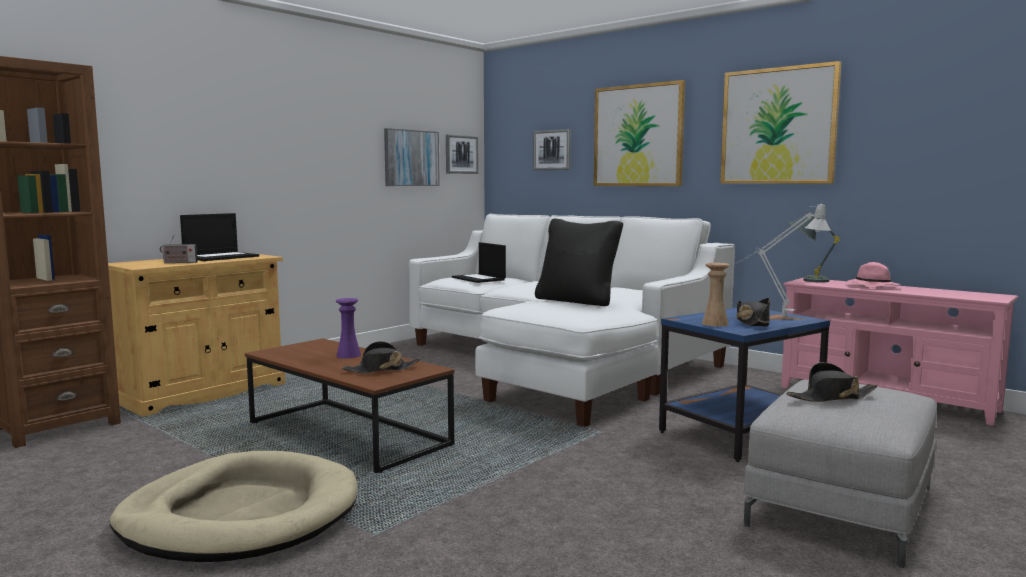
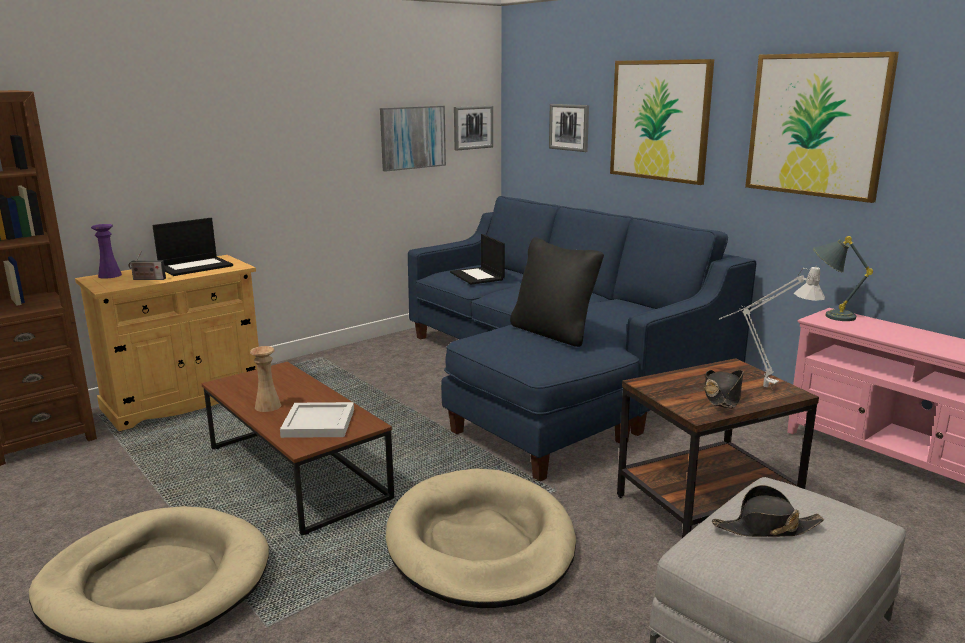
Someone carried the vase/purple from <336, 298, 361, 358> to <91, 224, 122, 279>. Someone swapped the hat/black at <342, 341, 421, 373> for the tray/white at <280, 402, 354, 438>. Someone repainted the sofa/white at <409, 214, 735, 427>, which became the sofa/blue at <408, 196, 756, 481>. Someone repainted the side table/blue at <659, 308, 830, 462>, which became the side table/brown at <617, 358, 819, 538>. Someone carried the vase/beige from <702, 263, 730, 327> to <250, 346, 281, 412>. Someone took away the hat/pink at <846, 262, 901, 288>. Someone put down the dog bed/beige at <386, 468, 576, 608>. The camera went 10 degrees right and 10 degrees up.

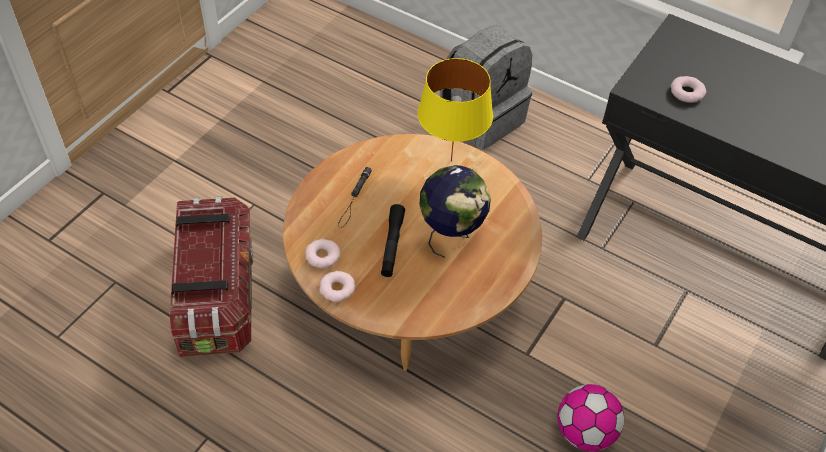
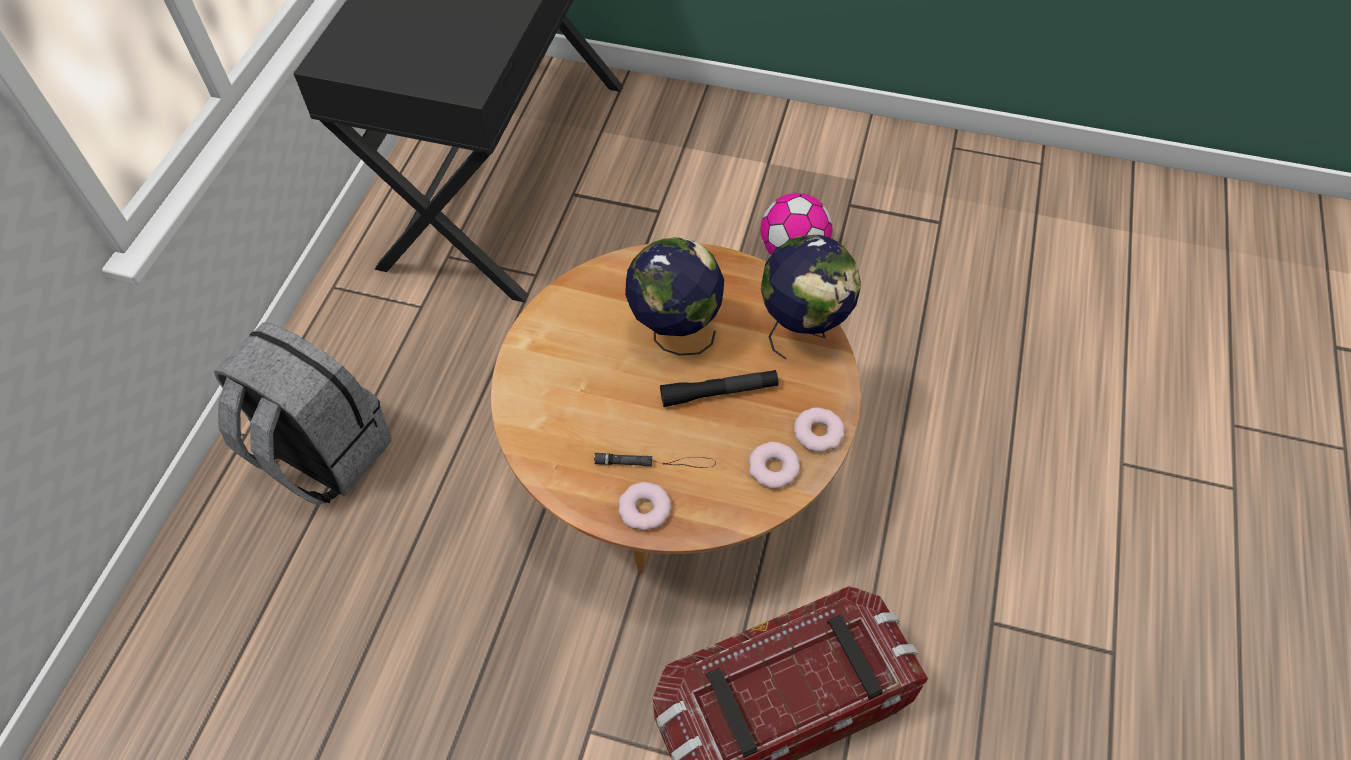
Someone took away the table lamp/yellow at <418, 58, 493, 161>. Someone carried the donut from <671, 76, 706, 103> to <618, 482, 671, 530>. Someone put down the globe at <761, 235, 861, 360>. The camera went 105 degrees left and 5 degrees up.

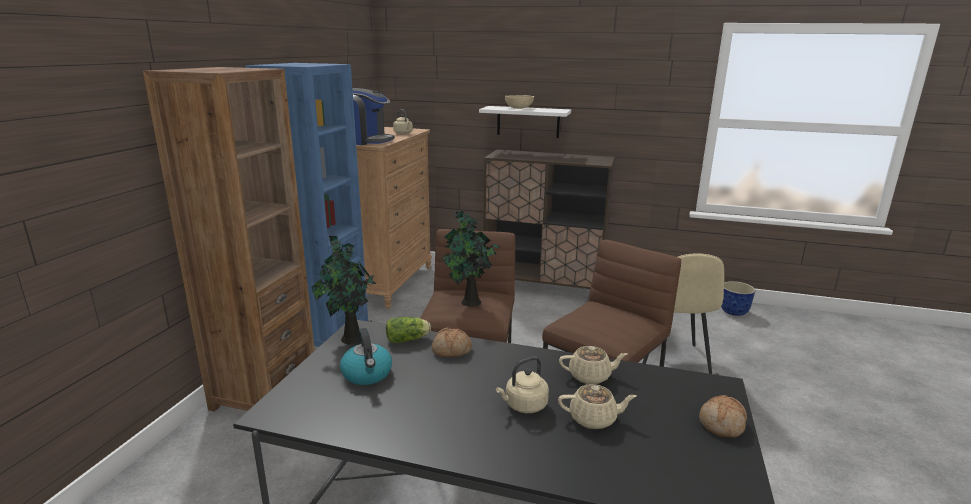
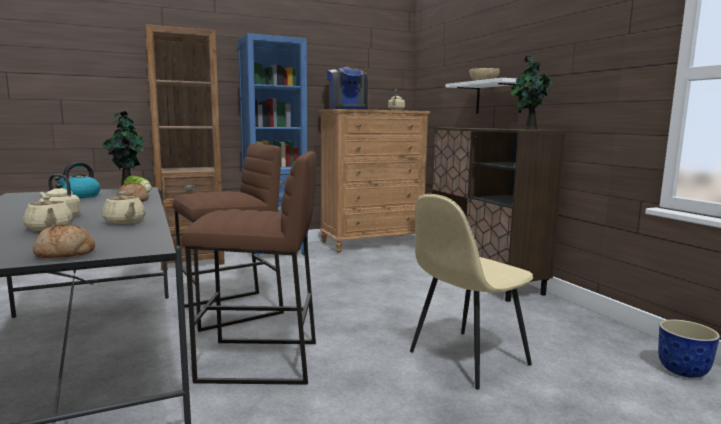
Someone carried the potted plant from <442, 209, 501, 307> to <509, 56, 556, 130>. The camera went 50 degrees right and 10 degrees down.

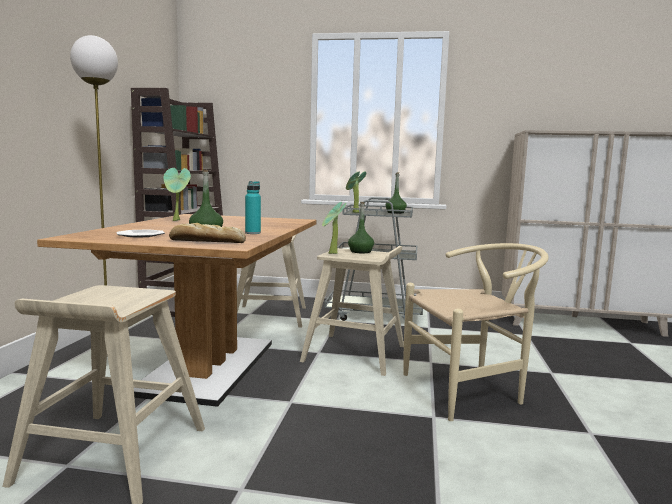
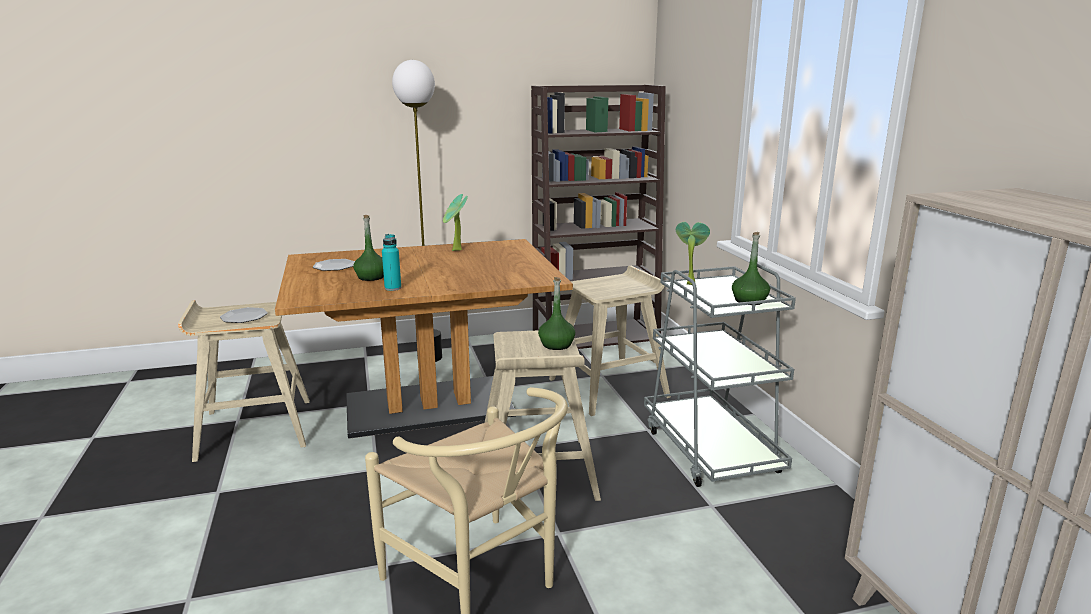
Someone took away the bread at <169, 223, 246, 243>. Someone took away the potted plant at <322, 202, 346, 254>. Someone put down the plate at <220, 307, 268, 323>. The camera went 65 degrees right and 10 degrees up.

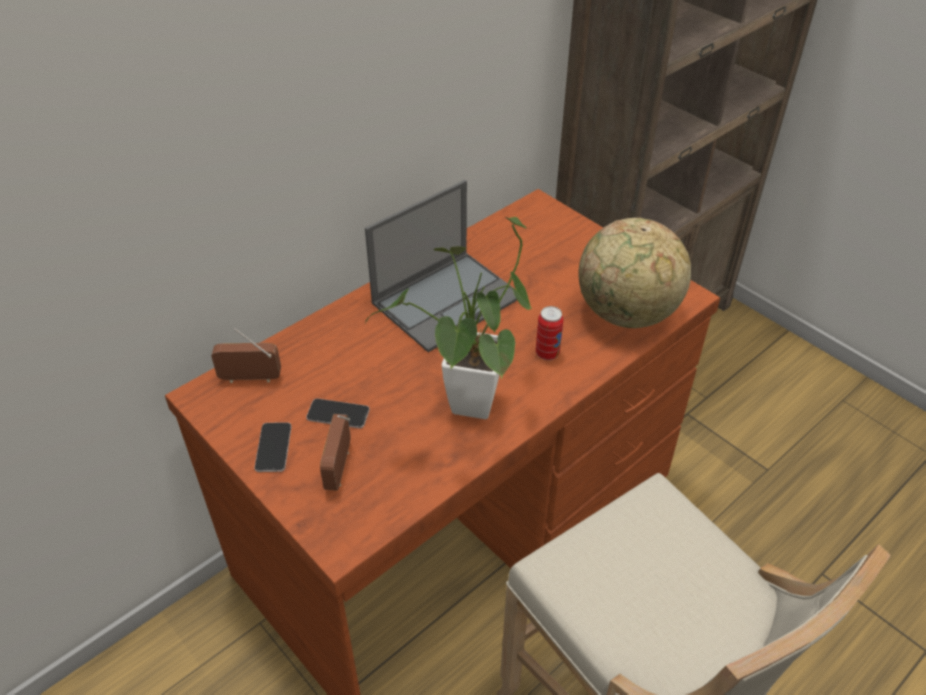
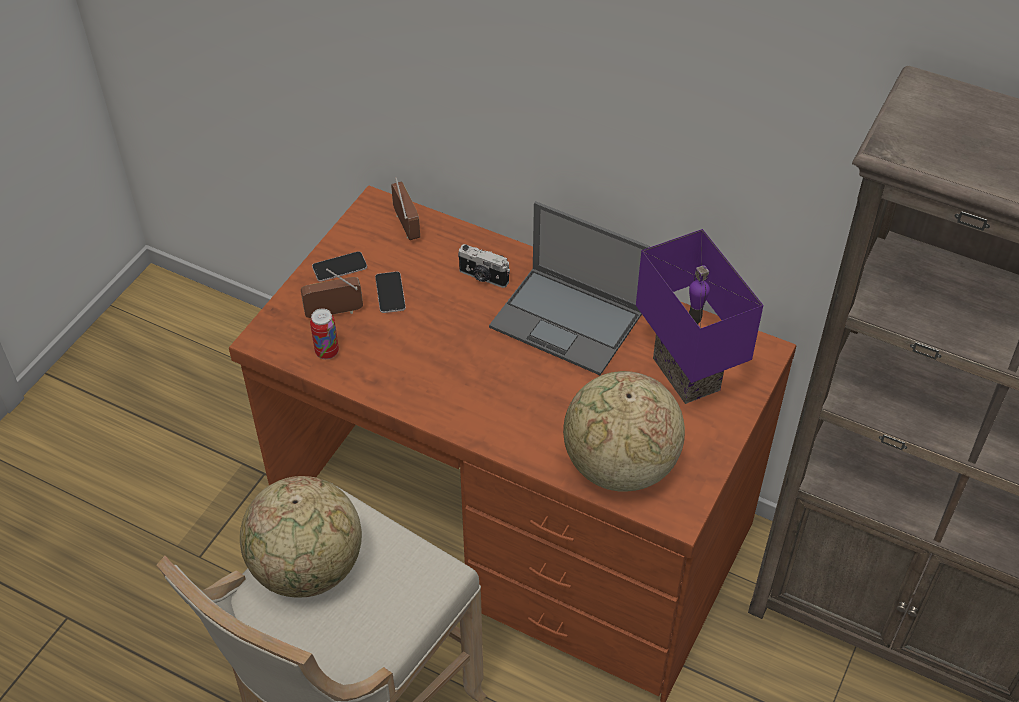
Someone took away the potted plant at <366, 217, 532, 419>. Someone carried the can from <536, 306, 563, 360> to <310, 308, 339, 359>. Someone put down the globe at <240, 476, 362, 598>. Someone put down the photo camera at <458, 244, 510, 288>. Someone put down the table lamp/purple at <636, 229, 763, 404>. The camera went 70 degrees right and 5 degrees up.

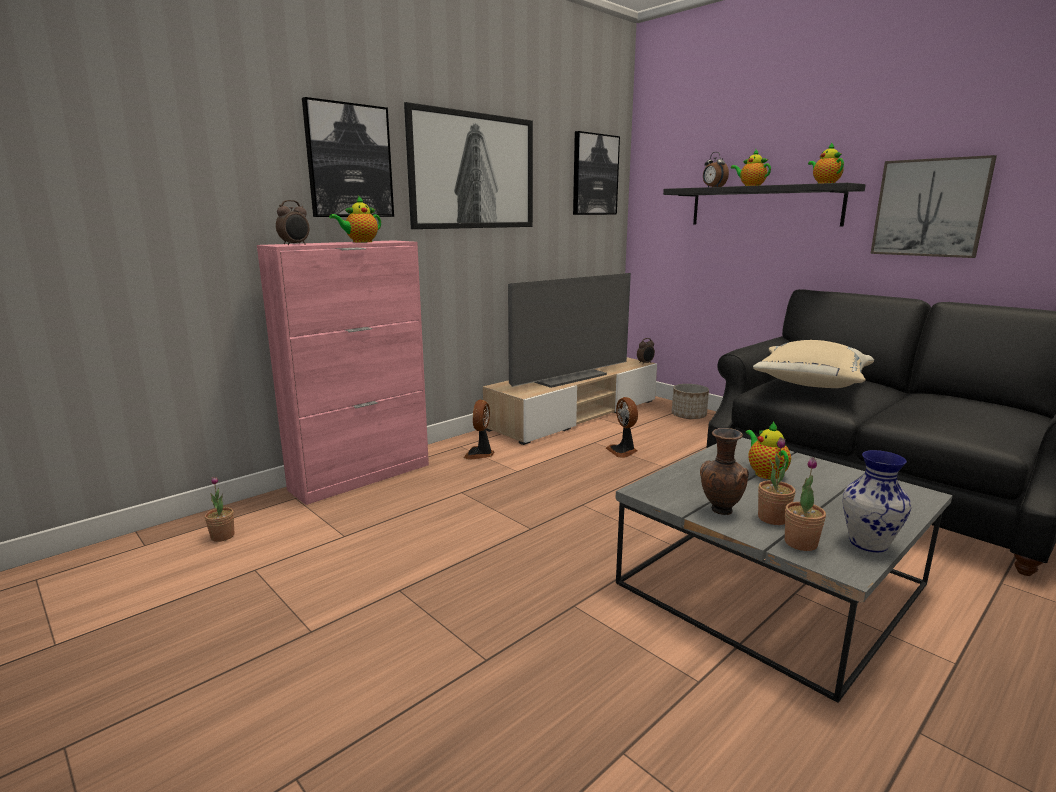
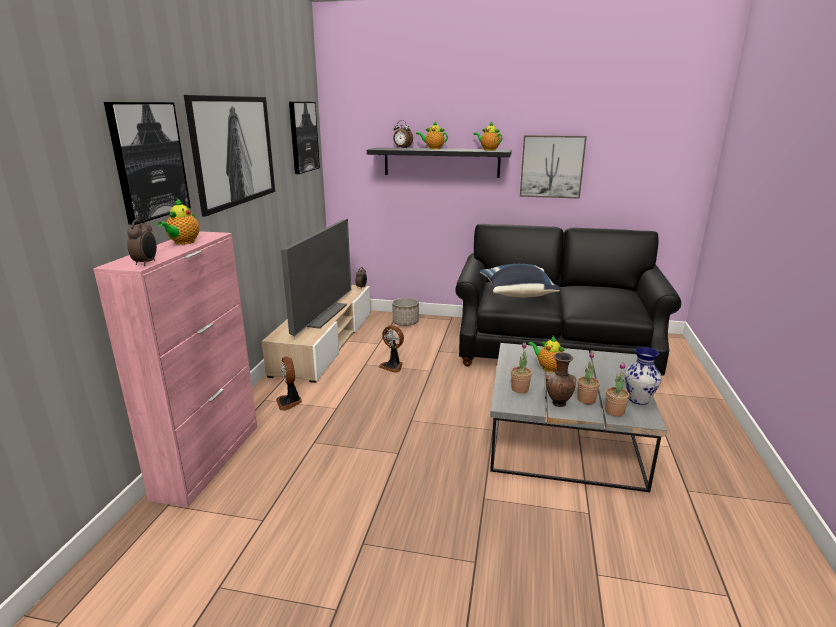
Someone carried the potted plant from <205, 476, 234, 542> to <511, 342, 532, 393>. Someone repainted the pillow/beige at <753, 340, 874, 388>, which became the pillow/blue at <480, 264, 561, 297>. The camera went 35 degrees left and 5 degrees up.

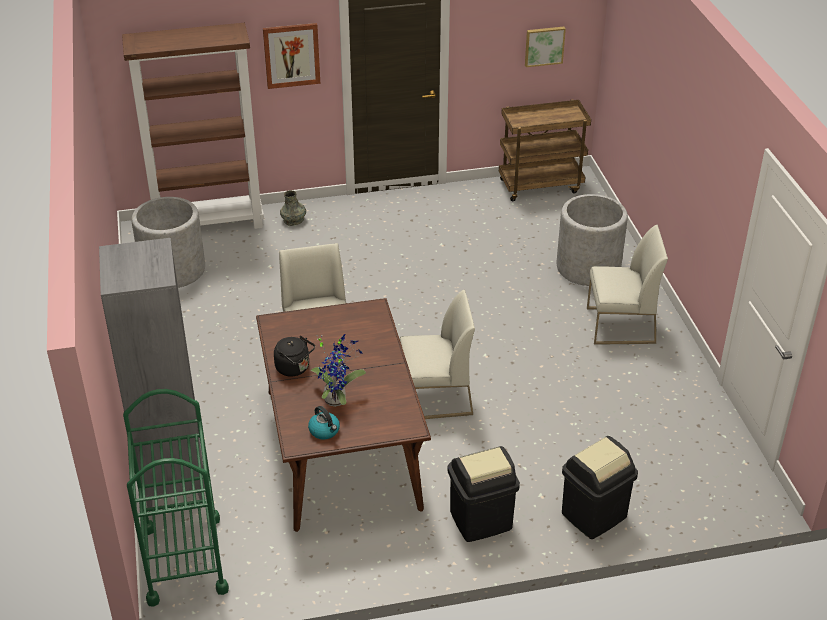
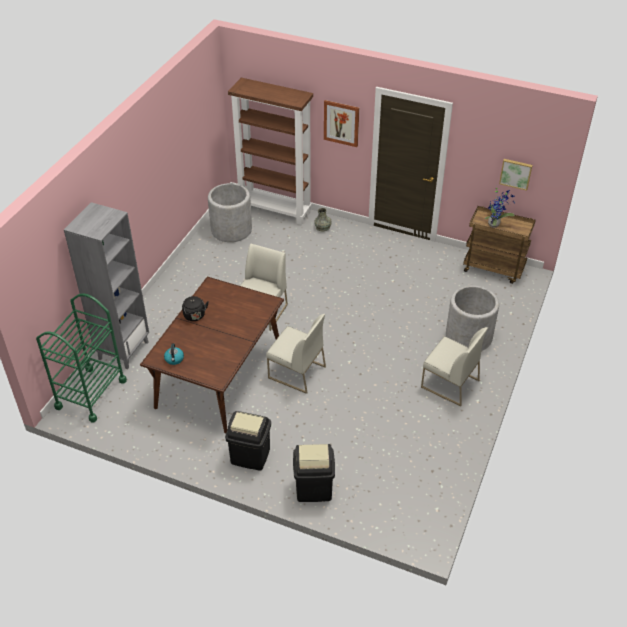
Someone carried the potted plant from <311, 334, 366, 407> to <485, 186, 515, 228>. The camera went 35 degrees right and 5 degrees up.

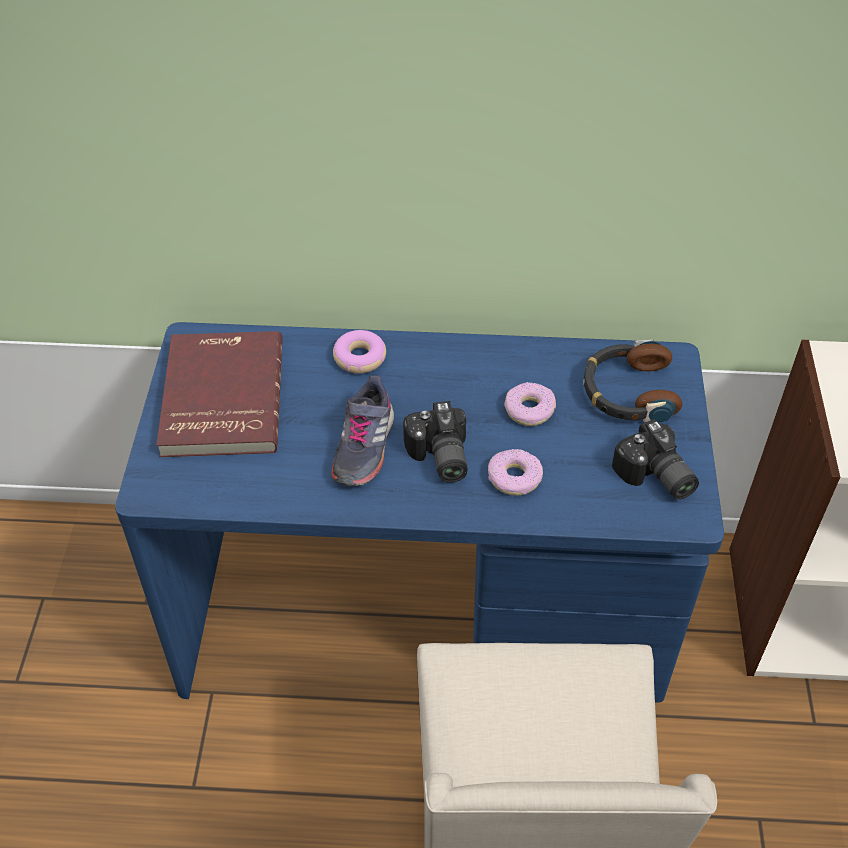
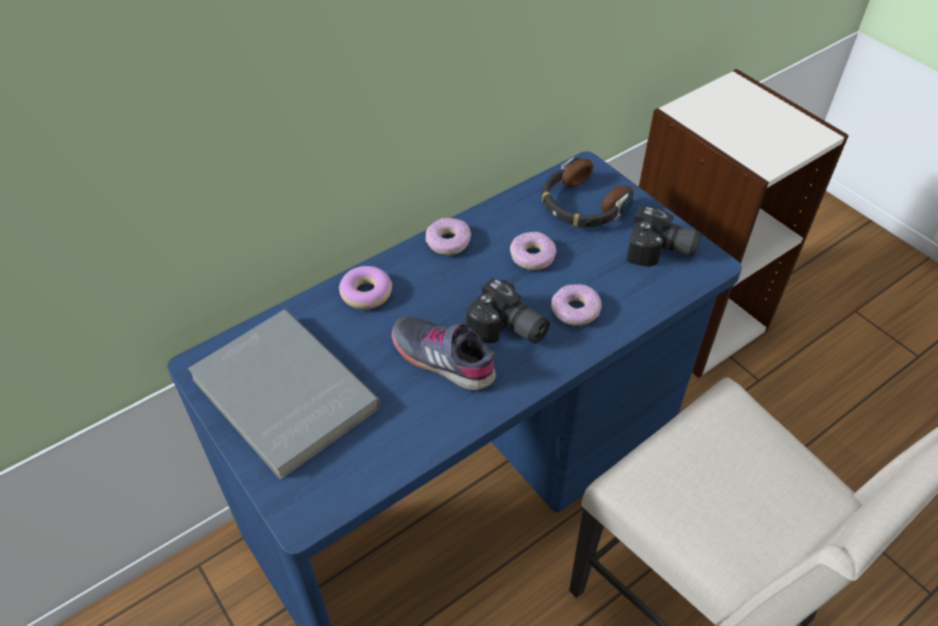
Someone repainted the book/red at <156, 331, 283, 457>, which became the book/grey at <188, 309, 381, 480>. Someone rotated the shoe/grey at <331, 375, 394, 486> by 150 degrees clockwise. Someone put down the donut at <426, 218, 471, 255>. The camera went 40 degrees left and 0 degrees up.

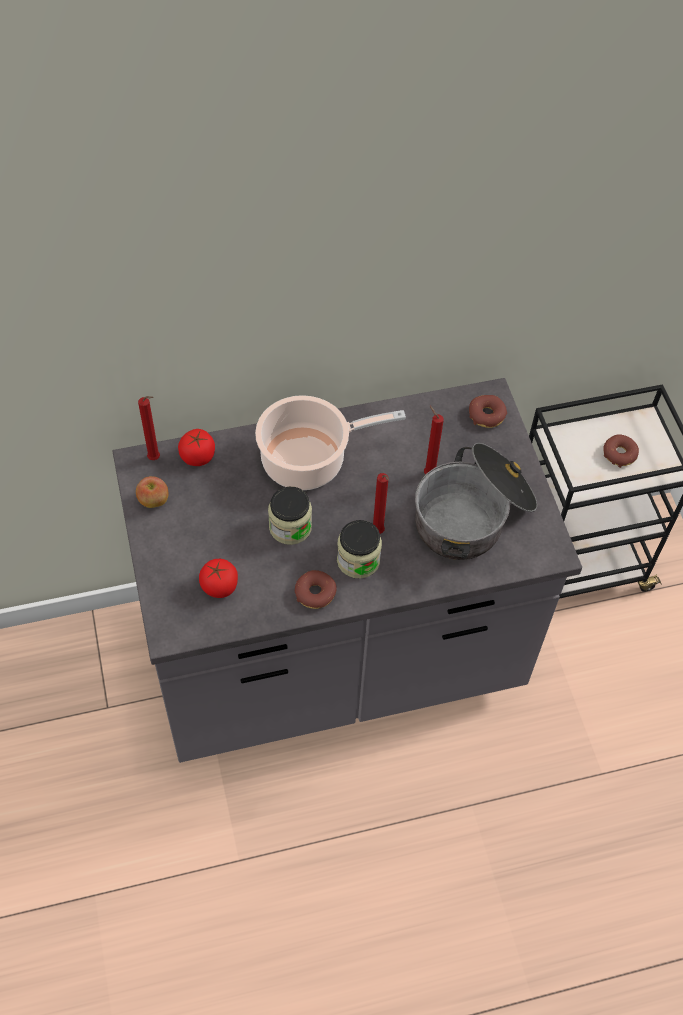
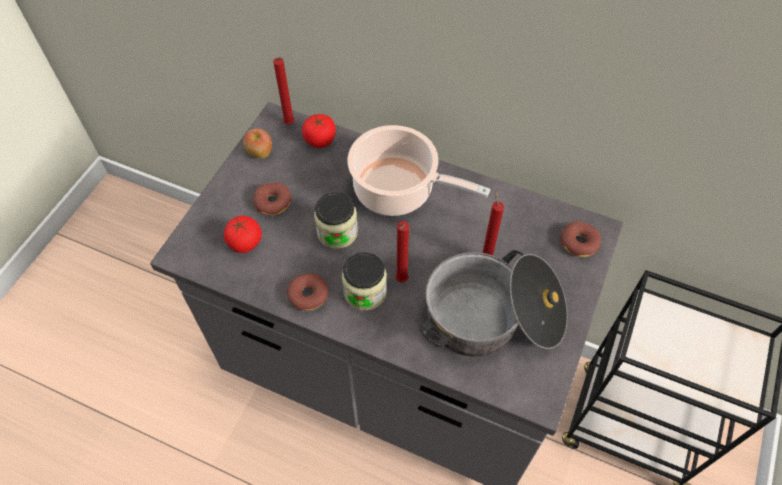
Someone carried the donut from <603, 434, 639, 468> to <253, 183, 292, 215>. The camera went 40 degrees right and 0 degrees up.

